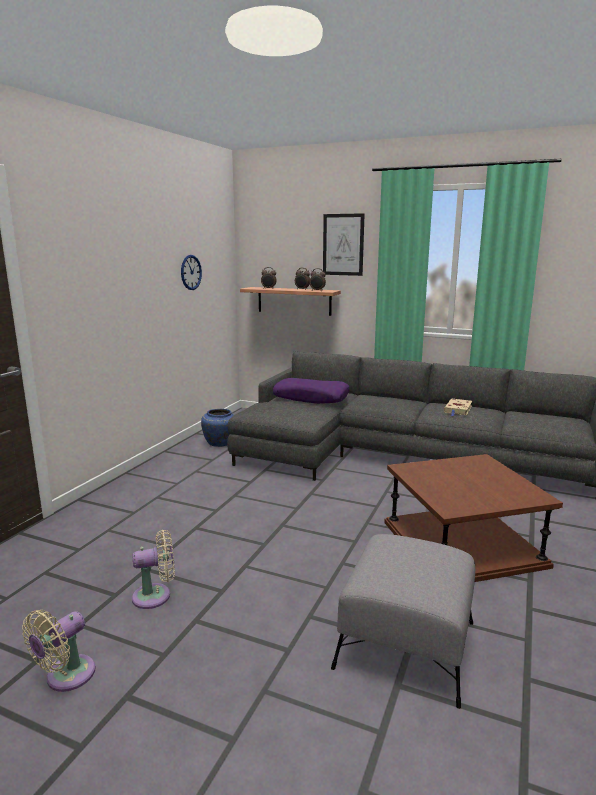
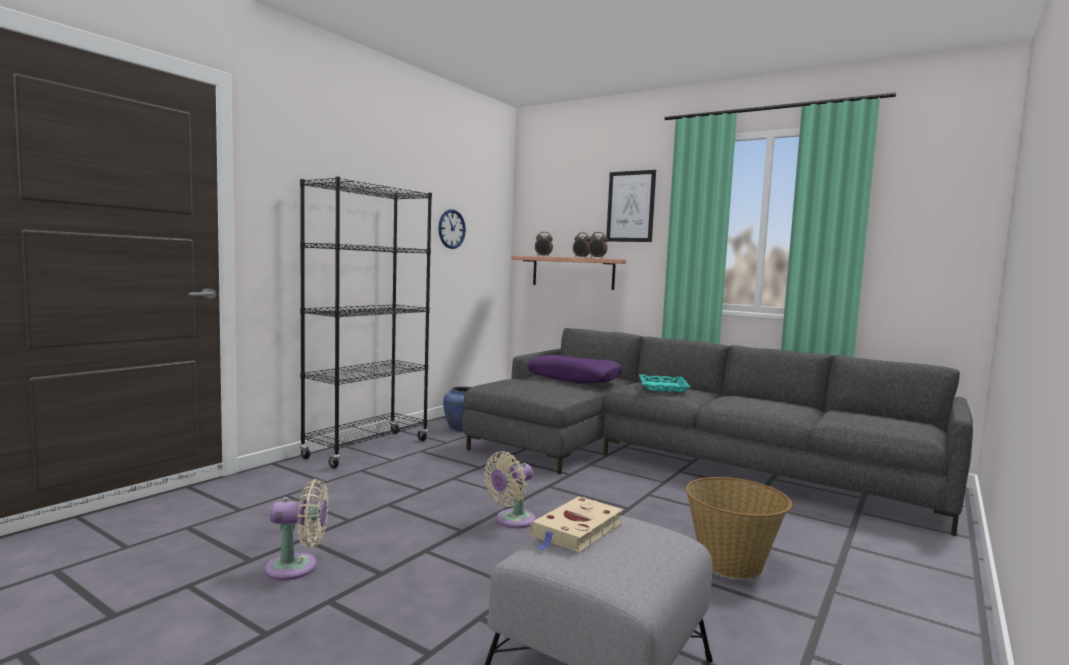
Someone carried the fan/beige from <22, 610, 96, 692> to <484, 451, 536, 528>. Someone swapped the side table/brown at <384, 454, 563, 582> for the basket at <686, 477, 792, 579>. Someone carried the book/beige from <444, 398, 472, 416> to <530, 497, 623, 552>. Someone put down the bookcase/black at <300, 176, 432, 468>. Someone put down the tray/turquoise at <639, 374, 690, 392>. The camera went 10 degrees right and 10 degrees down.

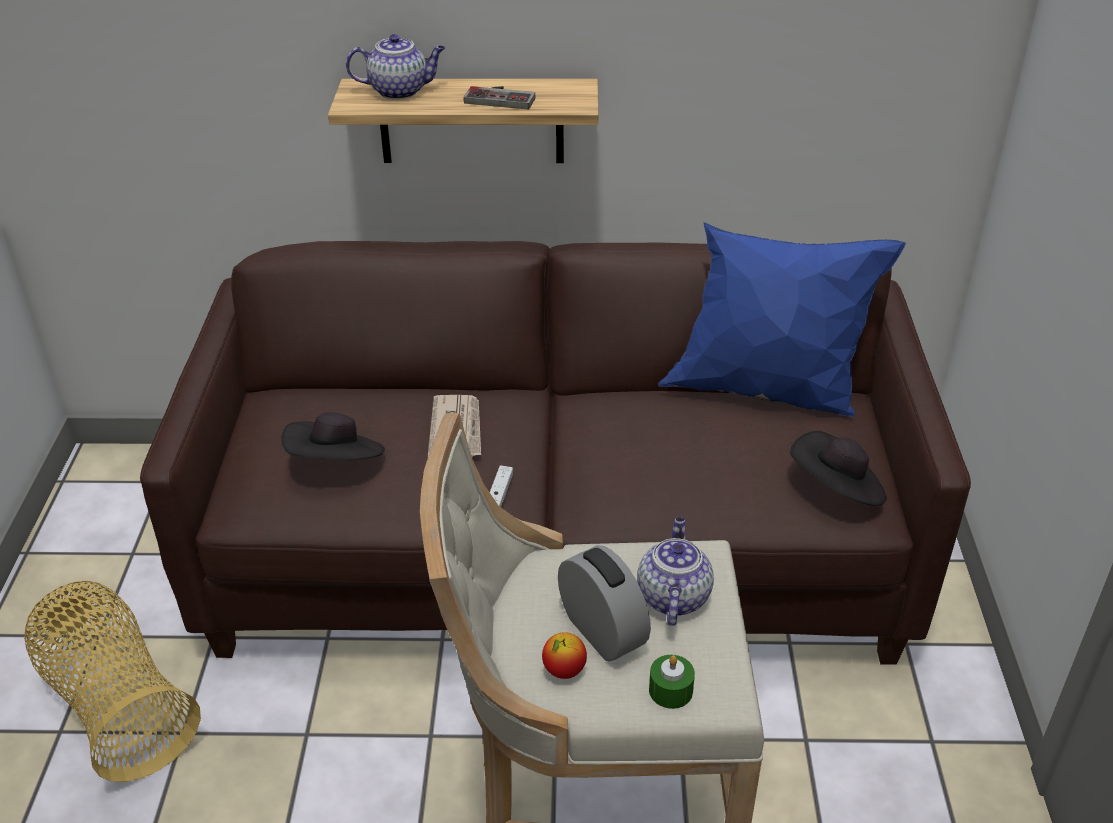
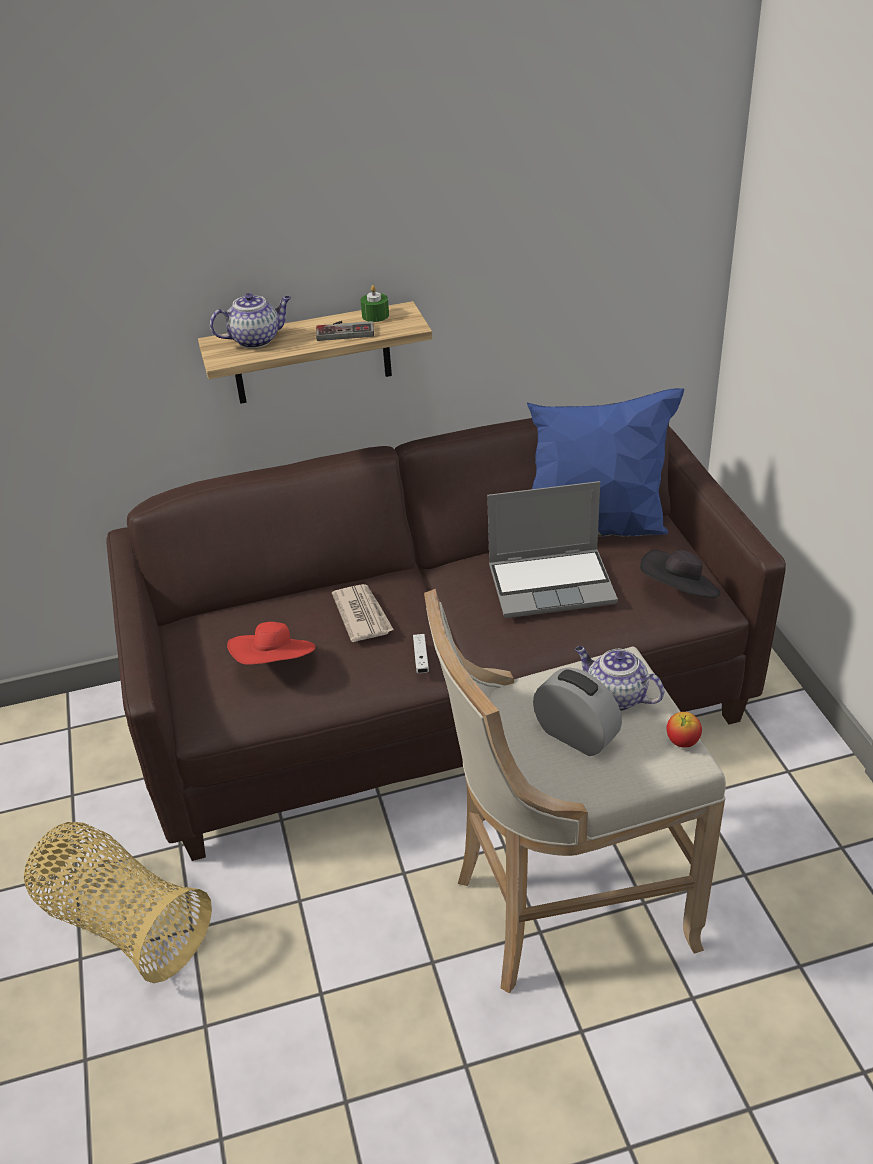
Someone repainted the hat/black at <282, 412, 385, 460>, which became the hat/red at <227, 622, 315, 665>. Someone carried the apple from <542, 632, 587, 679> to <666, 712, 702, 748>. Someone rotated the teapot at <637, 517, 714, 626> by 45 degrees counterclockwise. Someone carried the candle/green from <649, 655, 695, 709> to <360, 285, 389, 322>. Someone put down the laptop at <487, 481, 618, 618>. The camera went 15 degrees left and 0 degrees up.

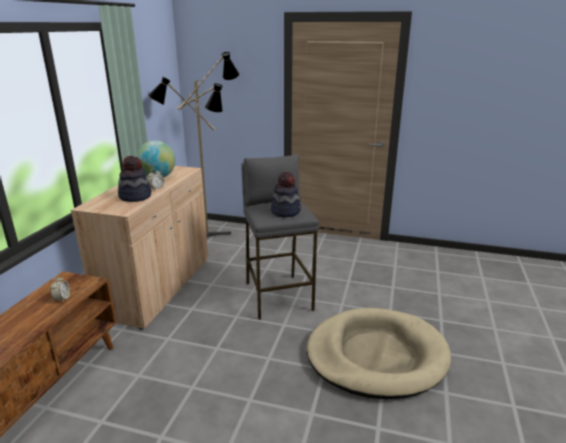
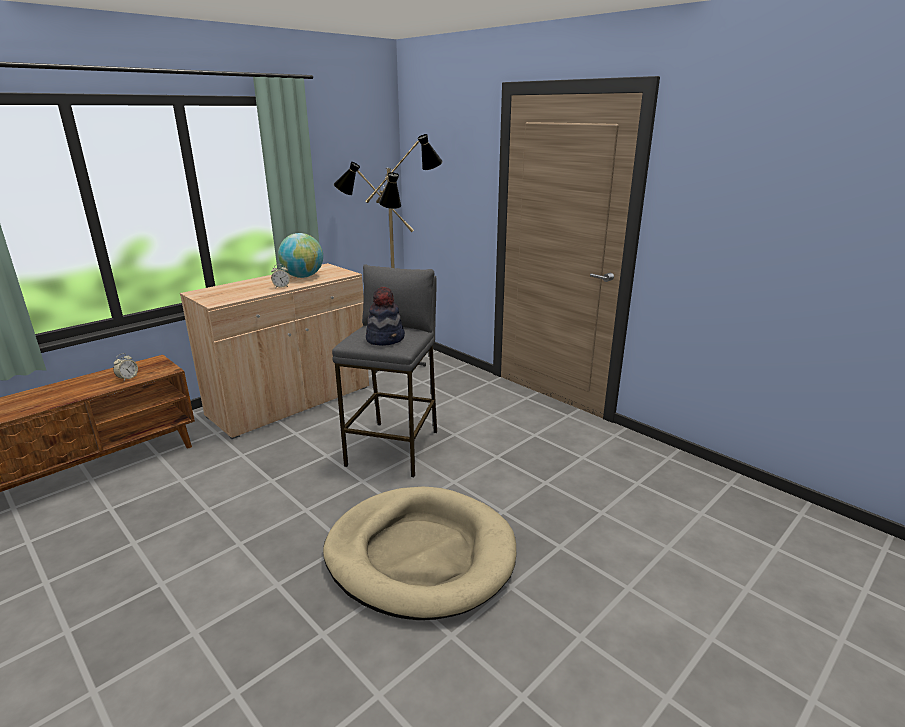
Someone took away the hat at <118, 156, 151, 202>. The camera went 30 degrees right and 0 degrees up.

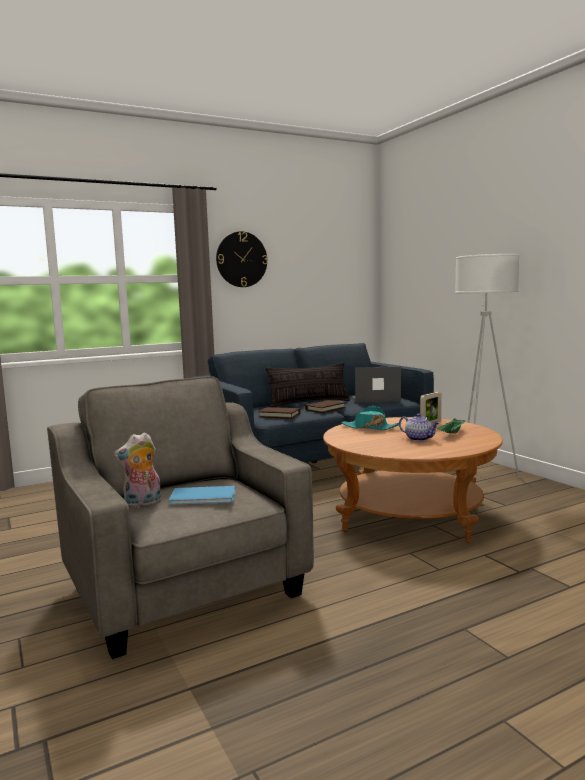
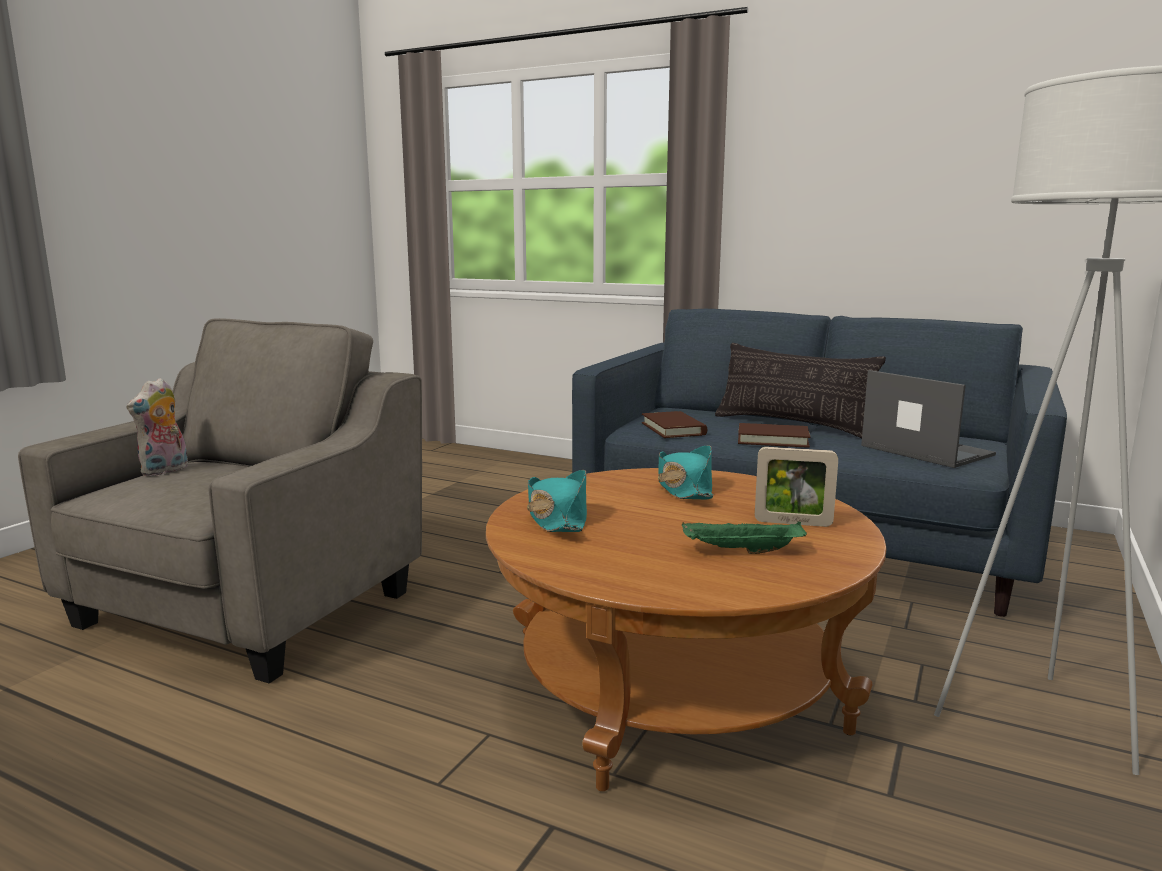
Someone rotated the plush toy at <114, 432, 161, 508> by 90 degrees counterclockwise. Someone took away the book/blue at <169, 486, 236, 505>. Someone took away the wall clock at <216, 231, 268, 287>. Someone took away the teapot at <399, 413, 440, 441>. Someone put down the hat/turquoise at <527, 470, 587, 532>. The camera went 55 degrees right and 5 degrees up.

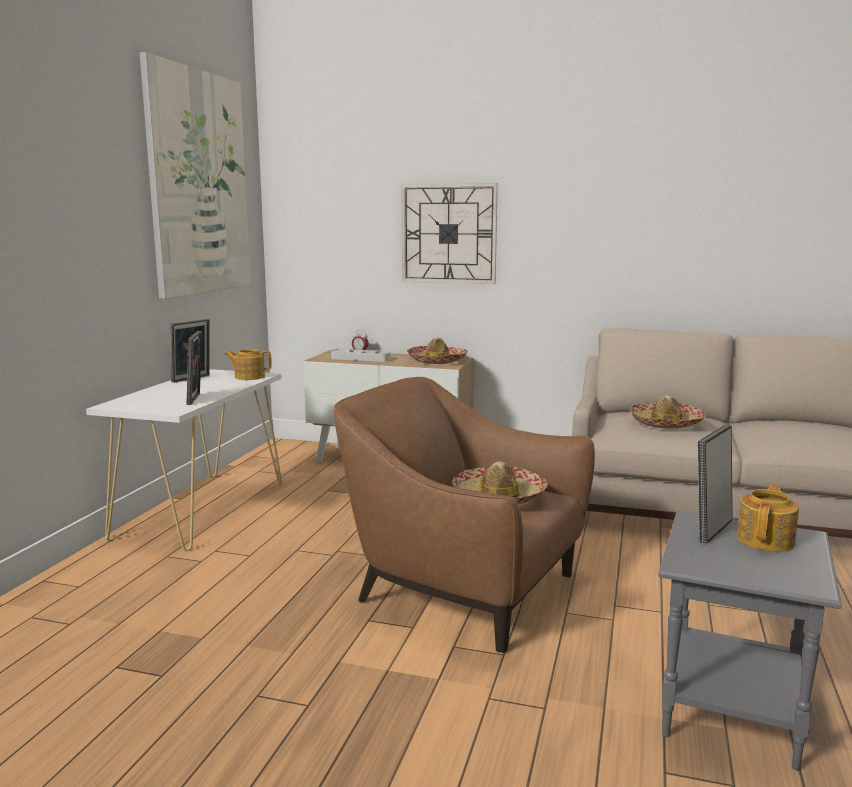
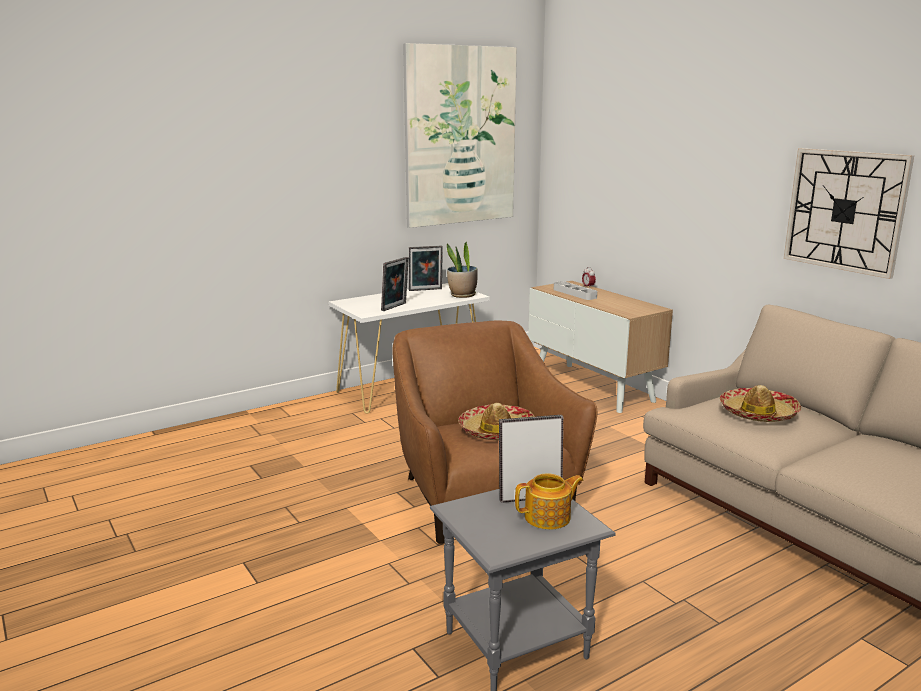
Someone swapped the teapot at <225, 349, 272, 380> for the potted plant at <447, 242, 478, 298>. Someone carried the wall clock from <401, 183, 498, 284> to <784, 148, 914, 279>. Someone took away the hat at <407, 337, 468, 364>. The camera went 40 degrees right and 5 degrees up.

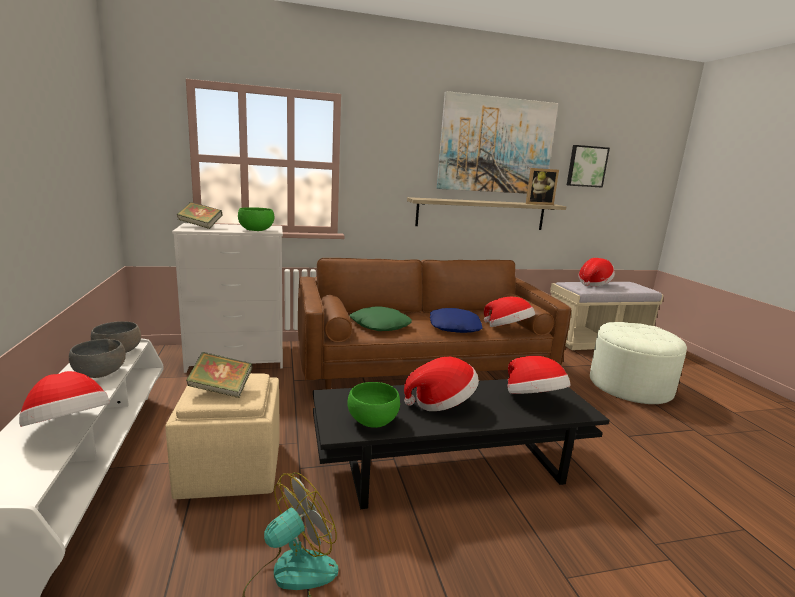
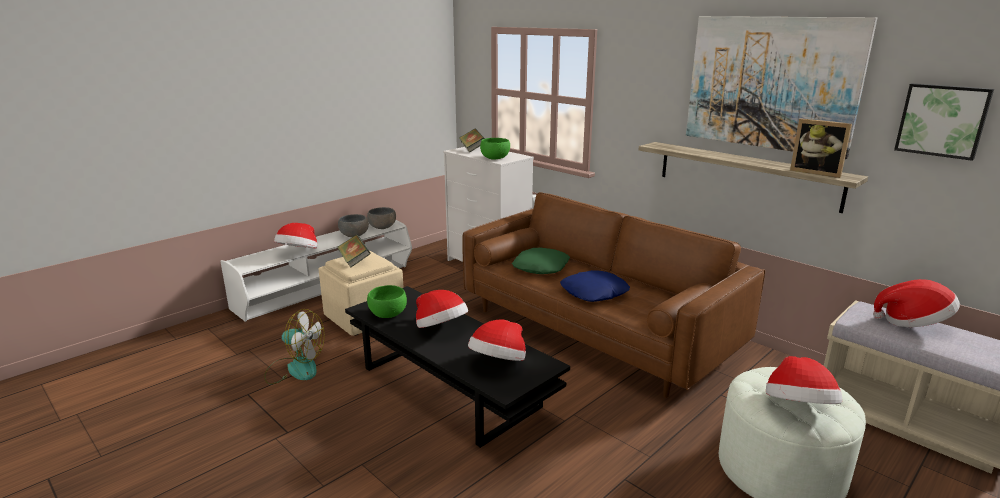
Someone carried the hat from <484, 297, 535, 327> to <766, 356, 842, 404>. The camera went 60 degrees right and 5 degrees up.

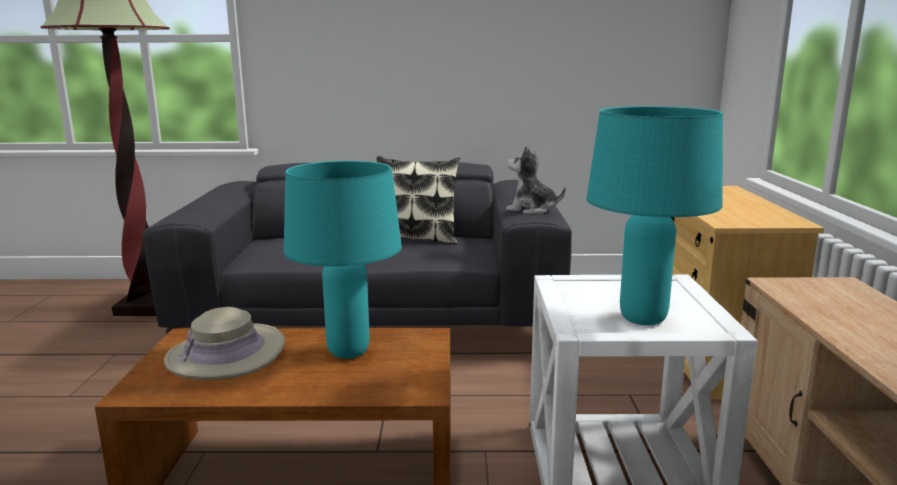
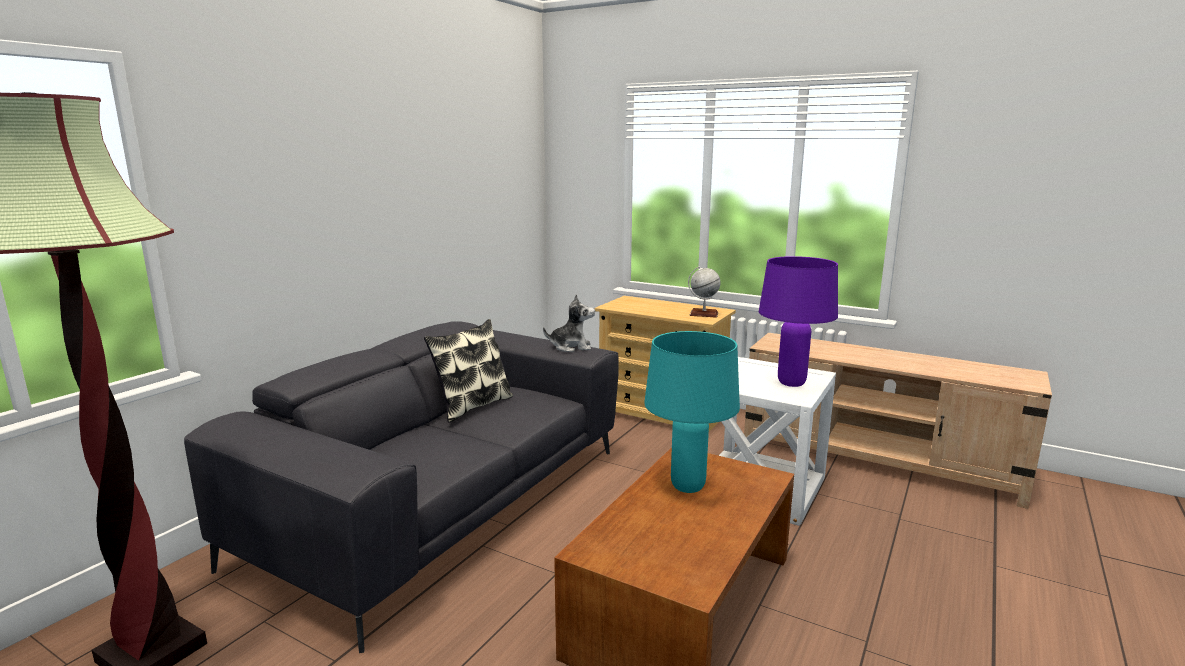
Someone took away the hat/beige at <164, 307, 285, 380>. Someone rotated the plush toy at <506, 145, 566, 214> by 150 degrees counterclockwise. Someone repainted the table lamp/turquoise at <586, 106, 723, 325>, which became the table lamp/purple at <759, 256, 838, 387>. Someone put down the globe at <688, 266, 721, 318>. The camera went 60 degrees left and 0 degrees up.

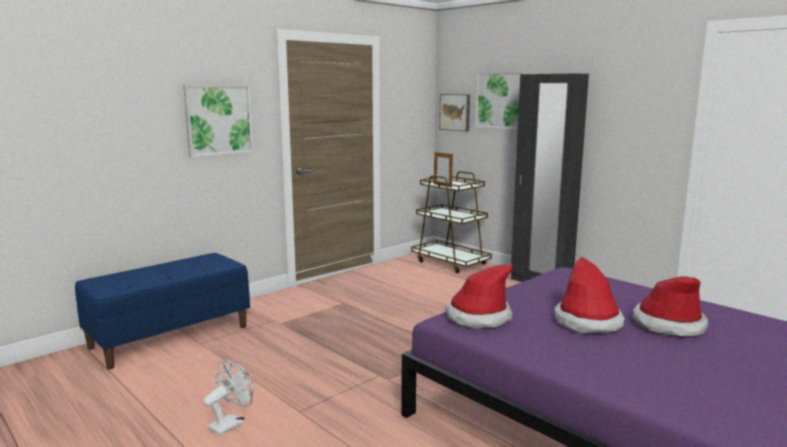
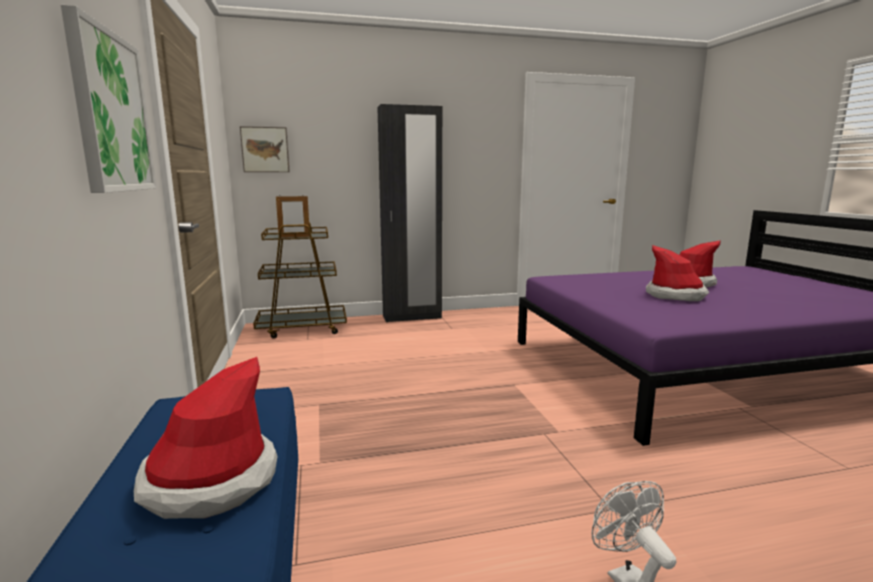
Someone carried the hat from <444, 264, 512, 329> to <134, 357, 278, 519>. Someone took away the picture at <475, 71, 526, 130>. The camera went 60 degrees left and 0 degrees up.

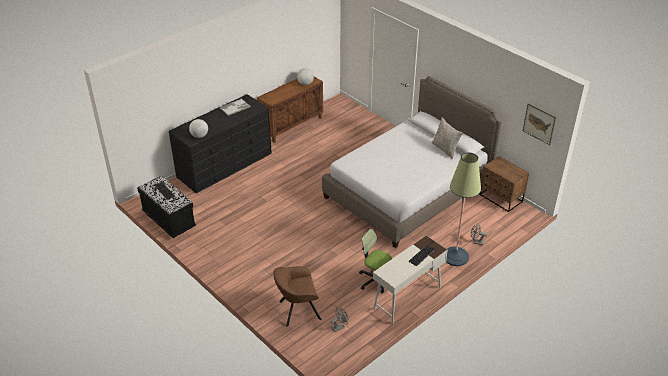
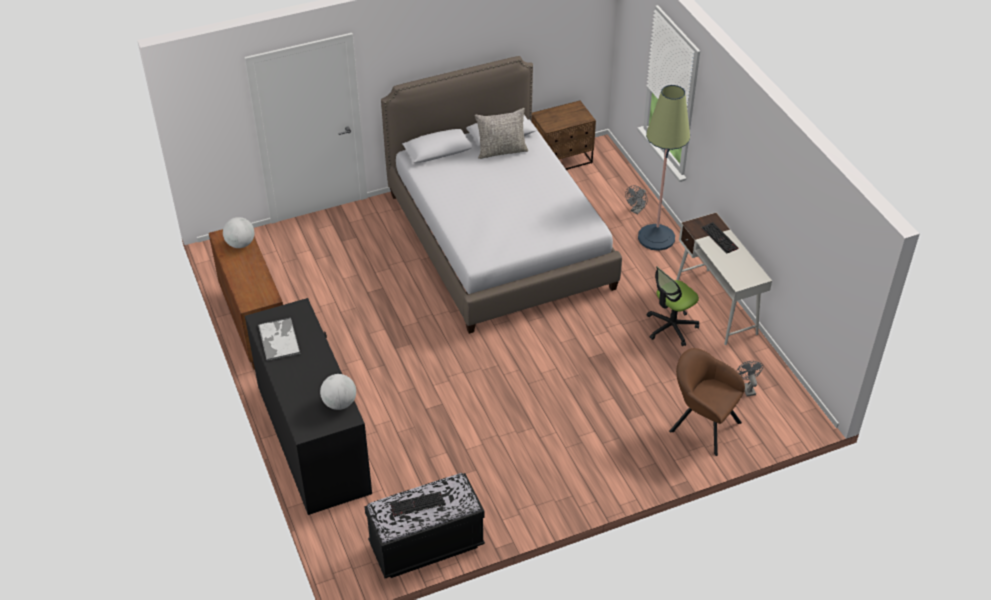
Someone rotated the armchair/brown at <273, 266, 321, 327> by 120 degrees clockwise. Someone took away the picture at <523, 103, 556, 145>. The camera went 70 degrees left and 5 degrees up.

